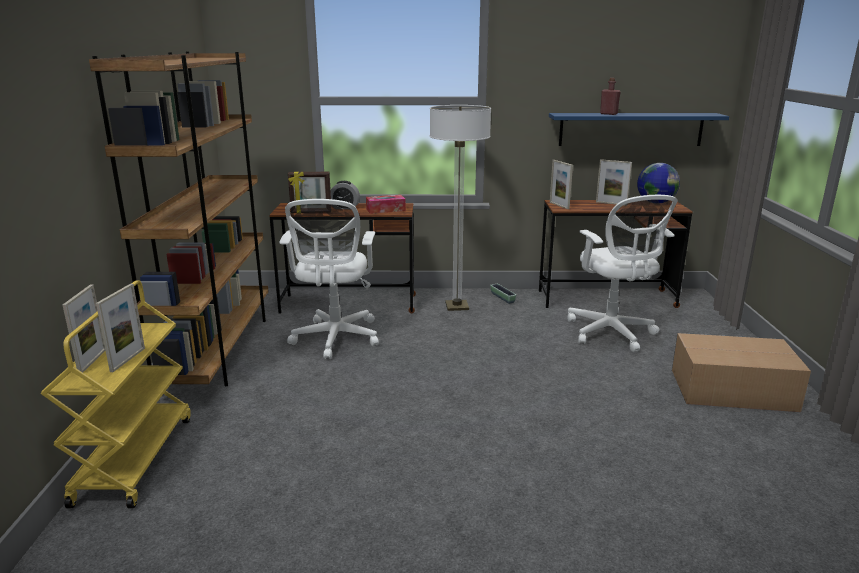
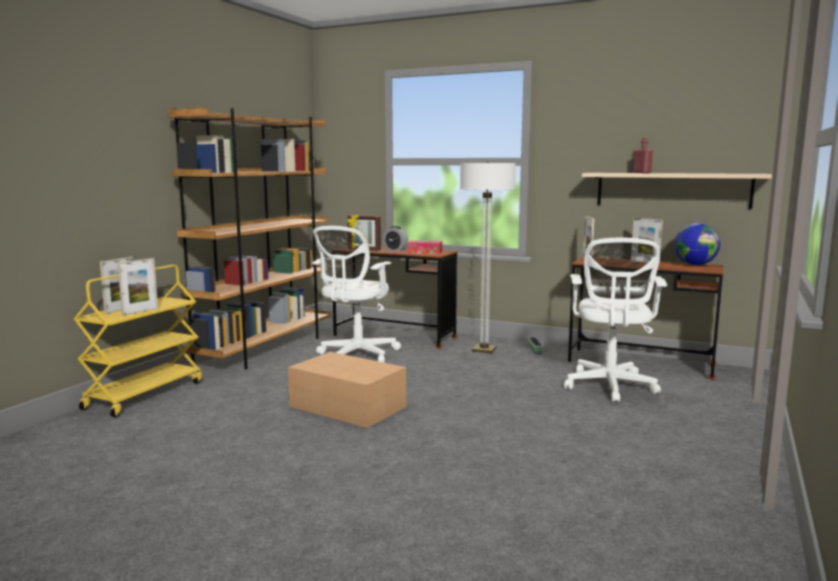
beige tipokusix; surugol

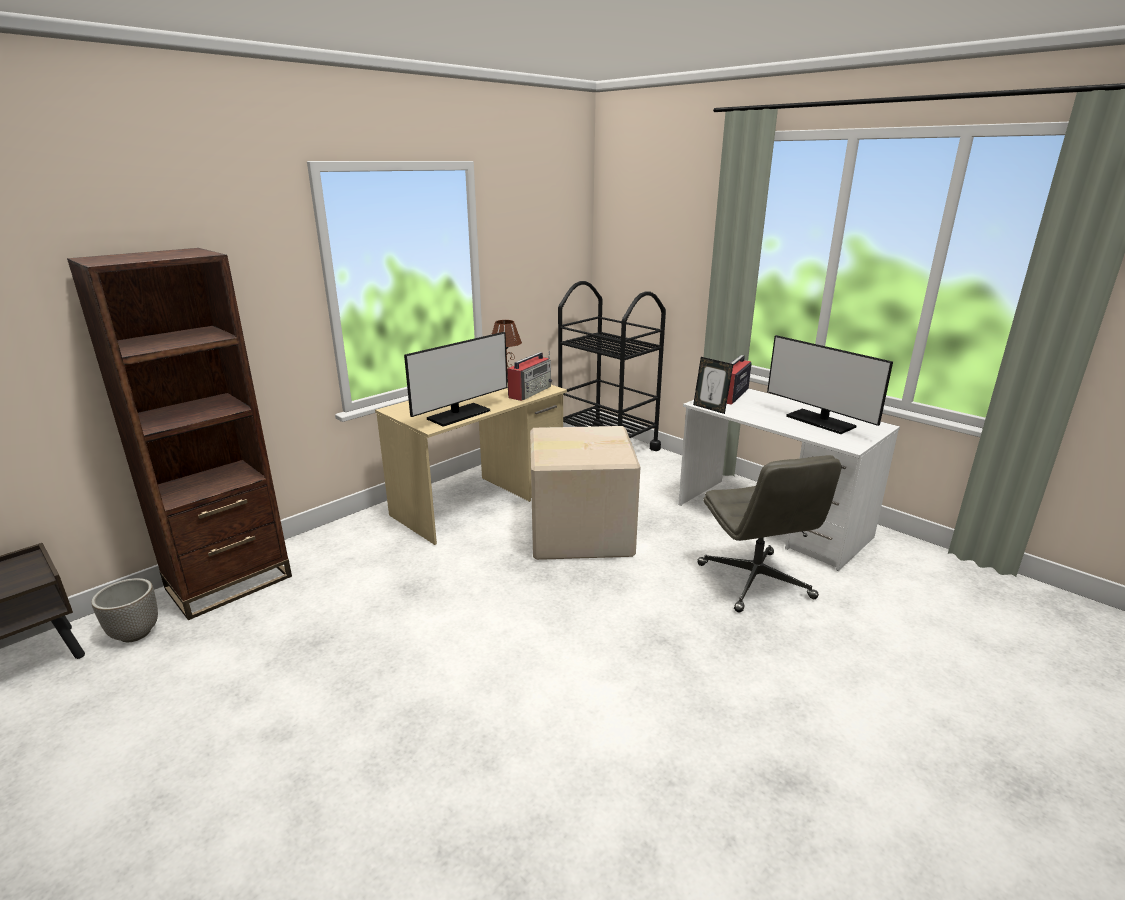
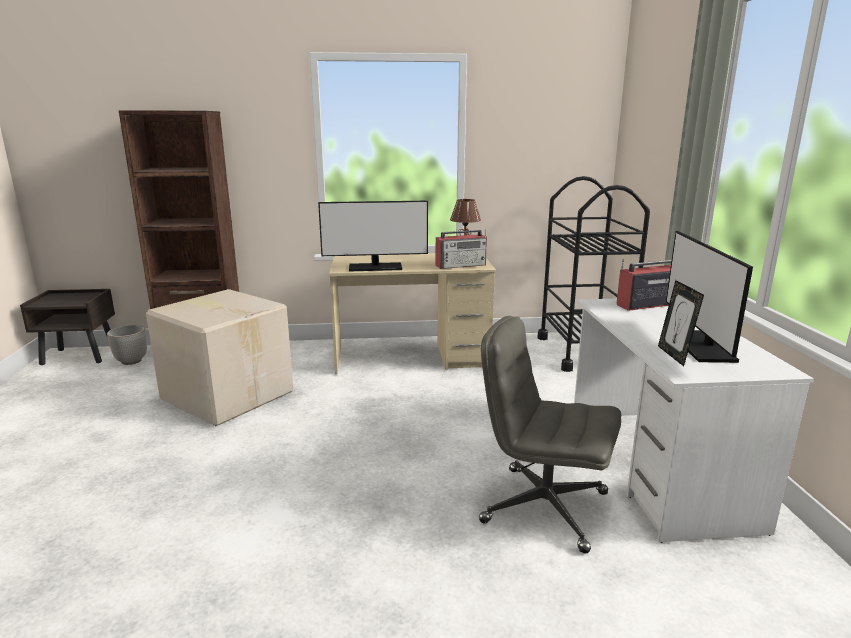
surugol; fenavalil; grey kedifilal

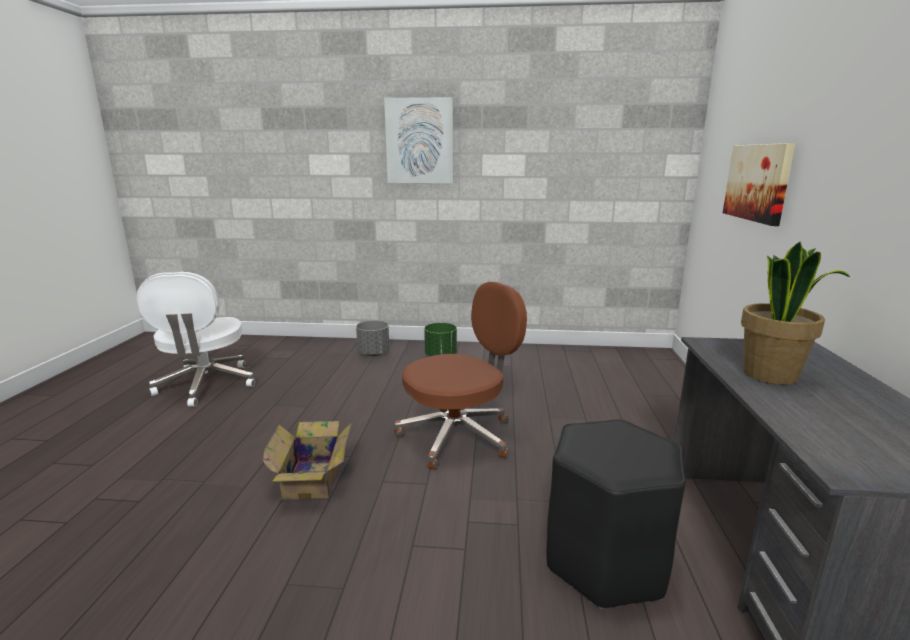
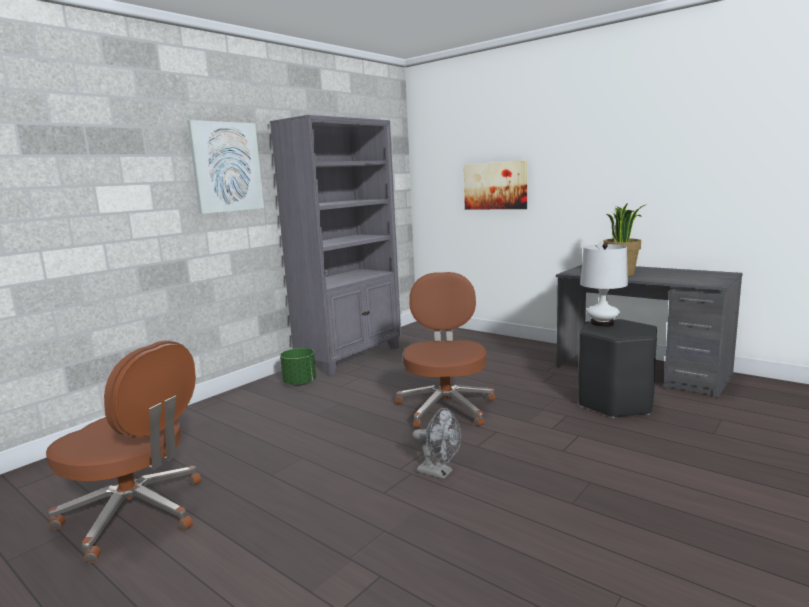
brown kedifilal (1st from left); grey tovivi; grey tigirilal; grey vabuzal; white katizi

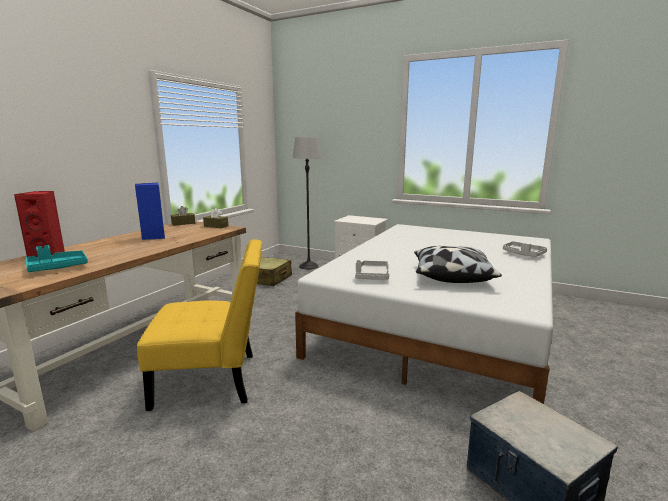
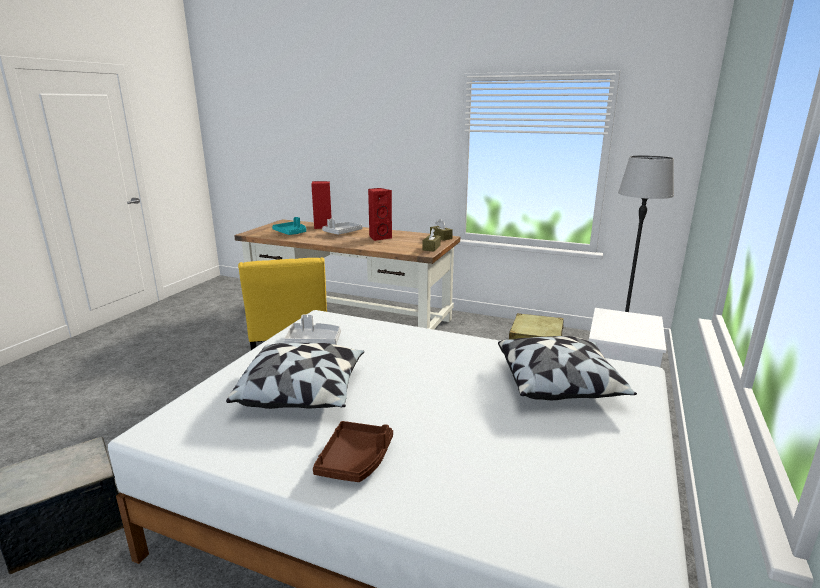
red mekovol (2nd from left); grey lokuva (2nd from left); brown lokuva; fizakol (2nd from left)

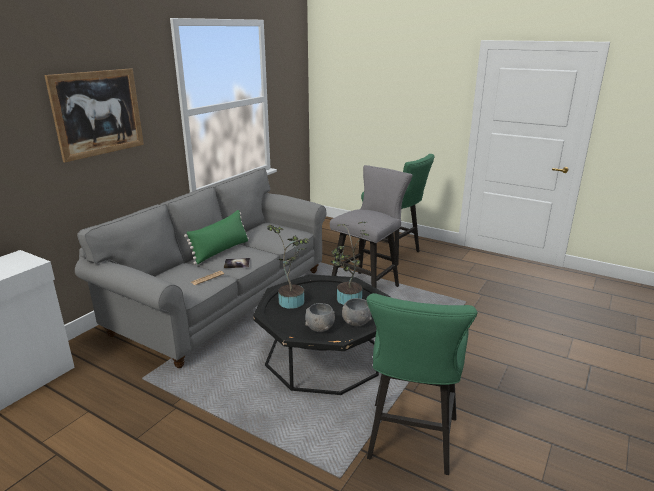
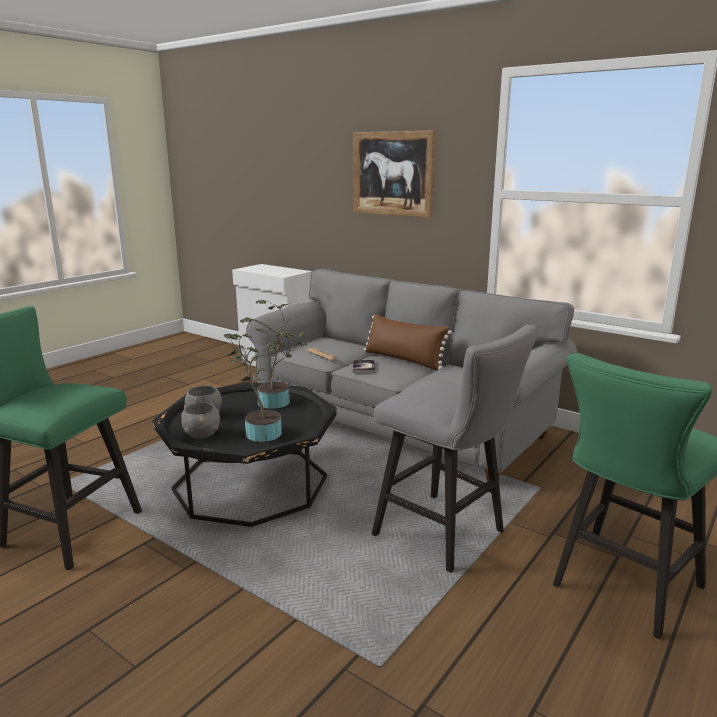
brown fizakol

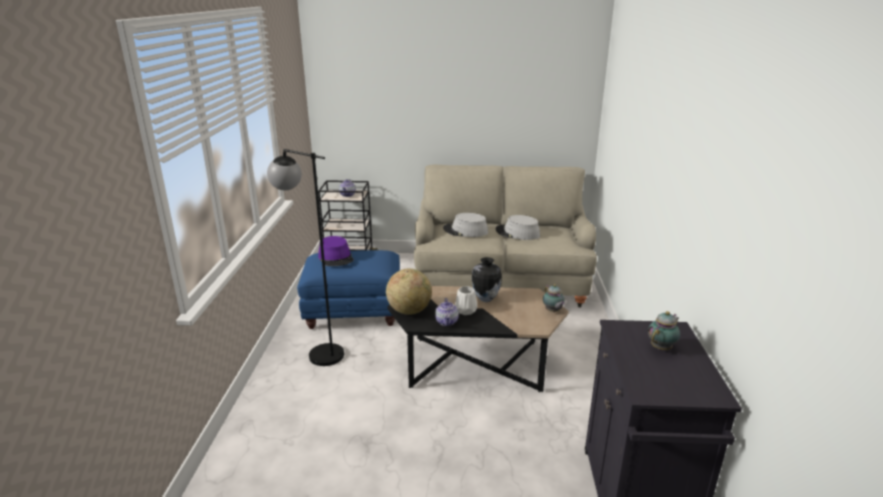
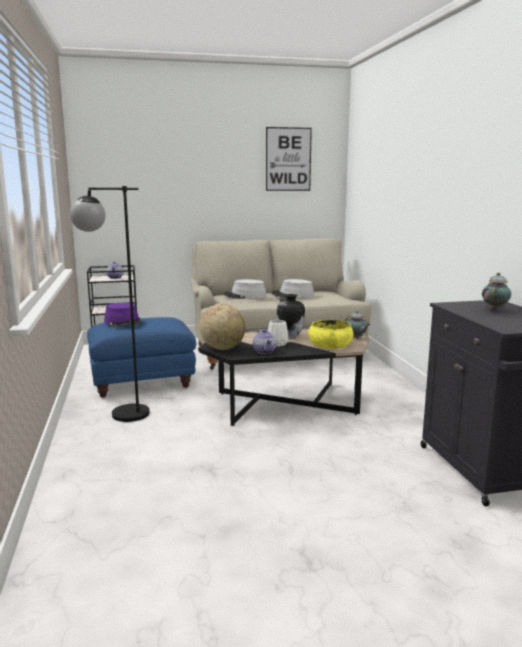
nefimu; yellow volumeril

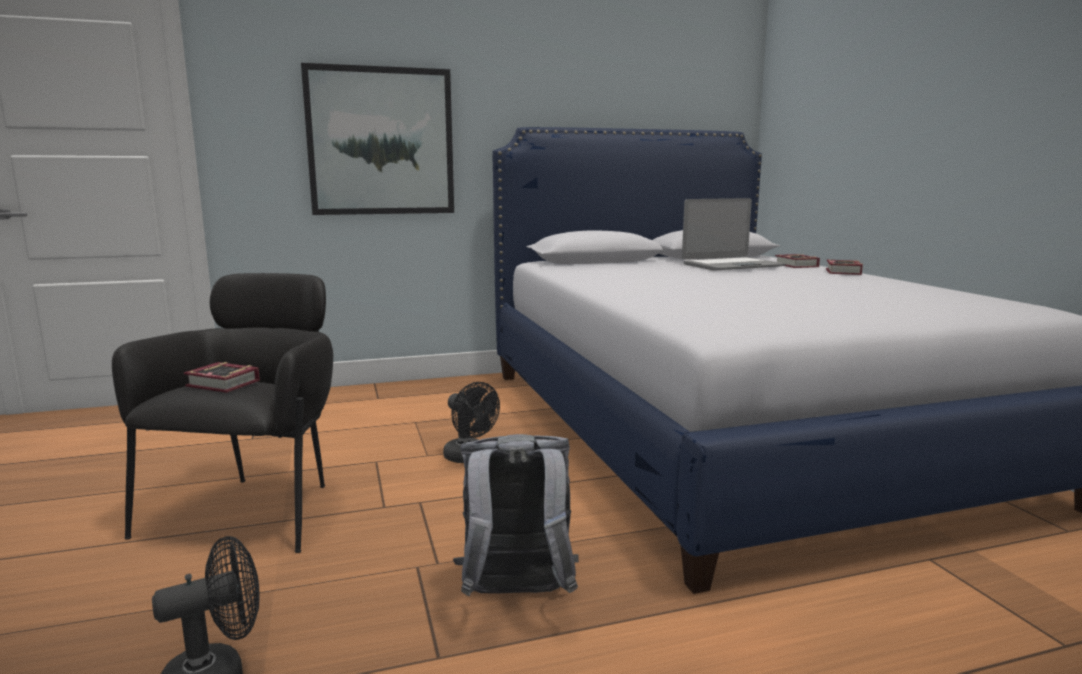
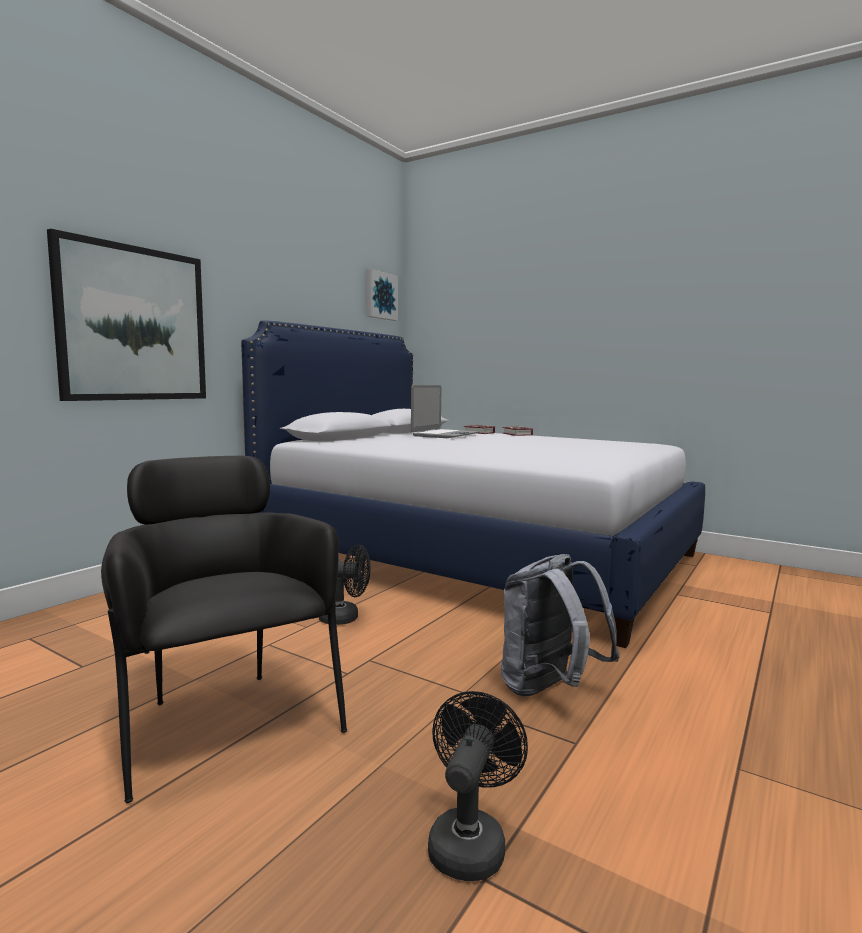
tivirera (1st from left in the first image); nefimu (2nd from left)

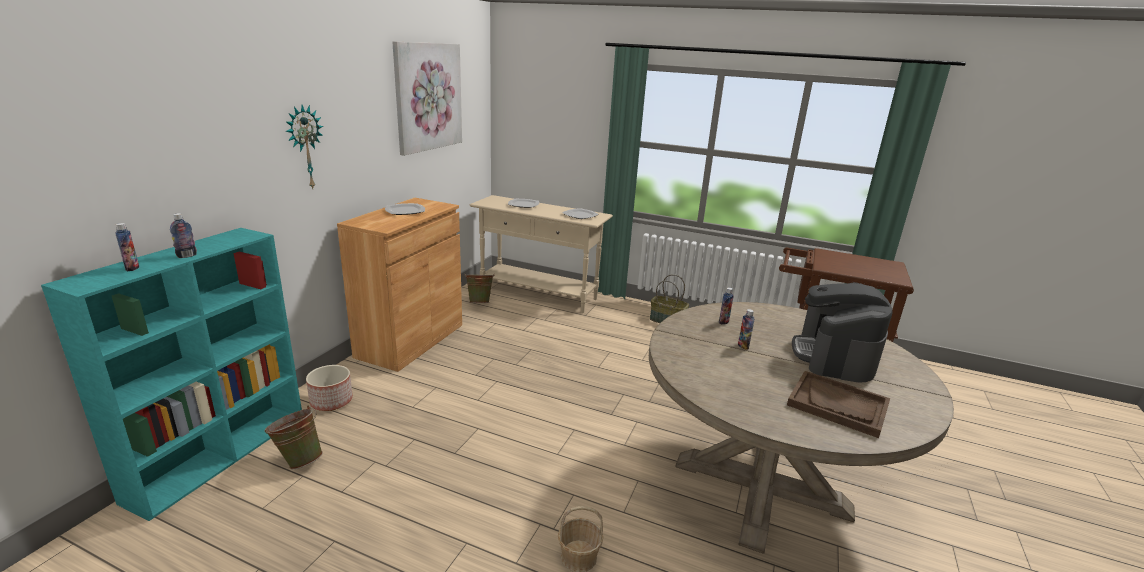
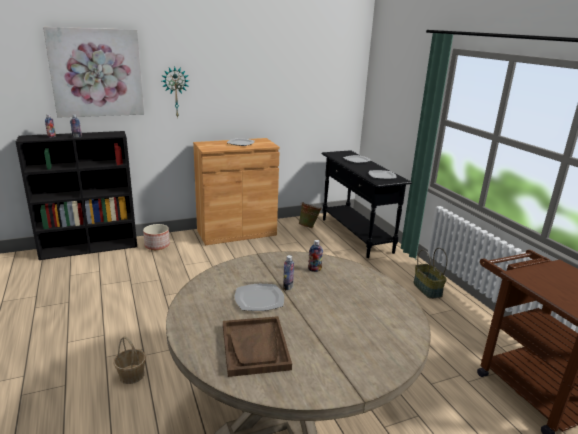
black vabuzal; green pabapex (1st from left in the first image); nefimu; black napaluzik; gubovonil; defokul (2nd from left)

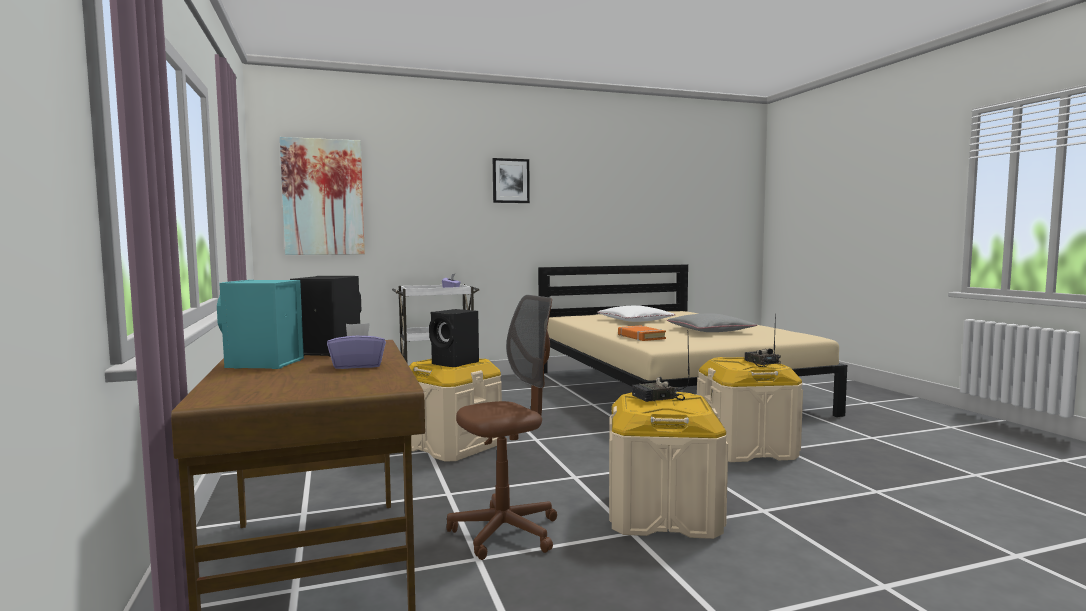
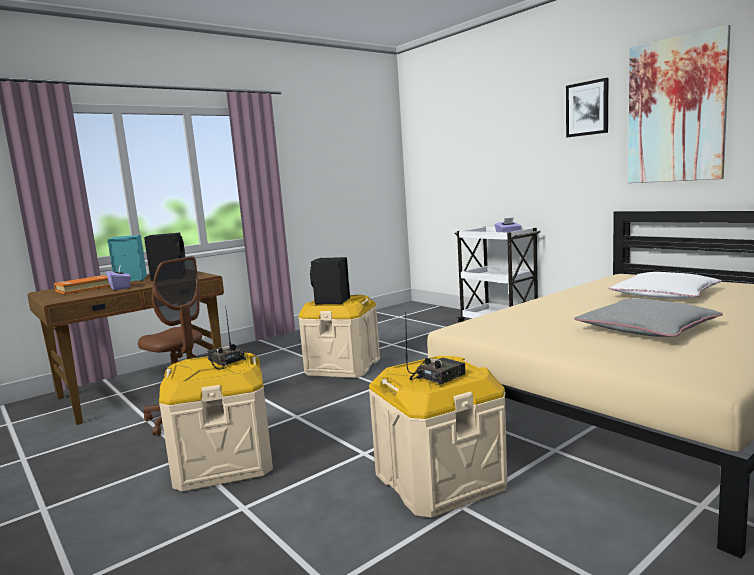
nefimu (2nd from left); orange tivirera

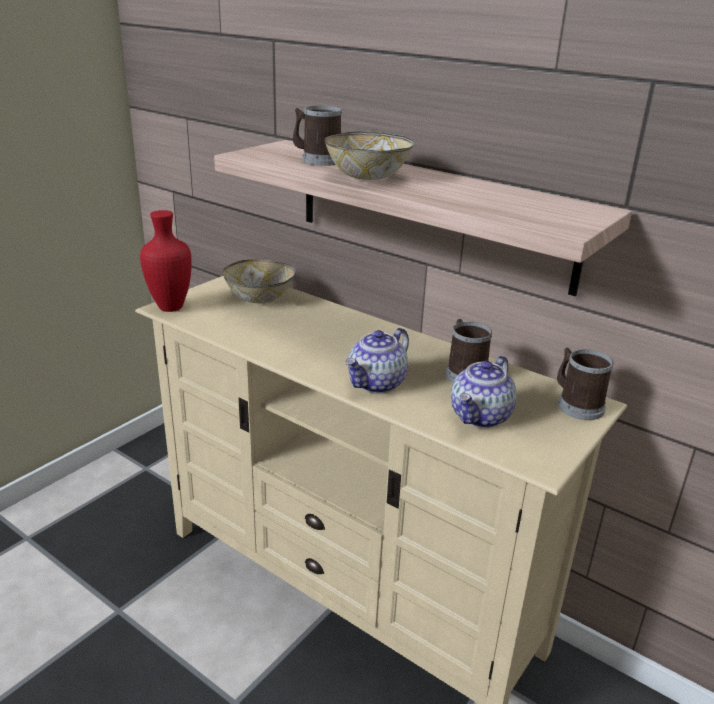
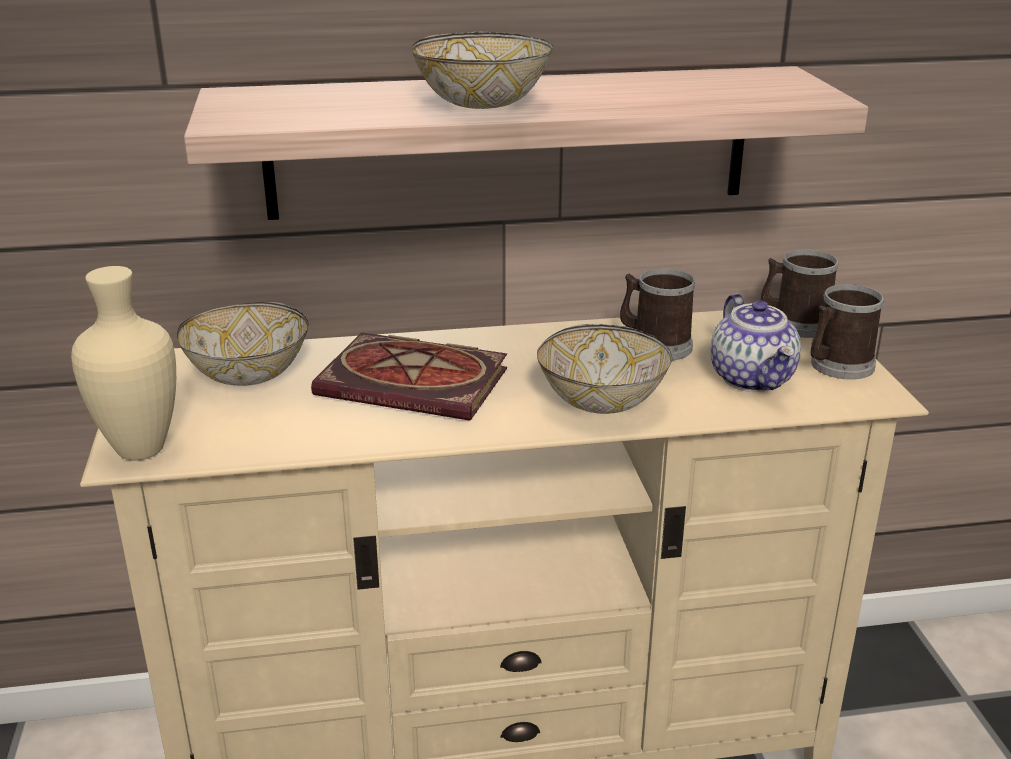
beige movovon; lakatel (3rd from left); volumeril (3rd from left); tivirera

